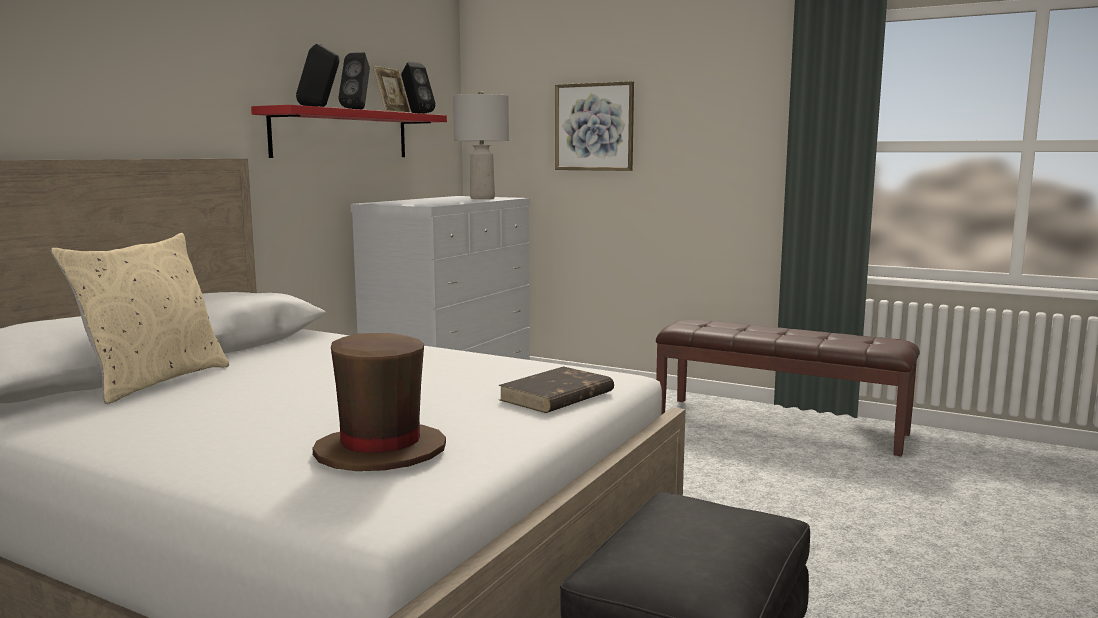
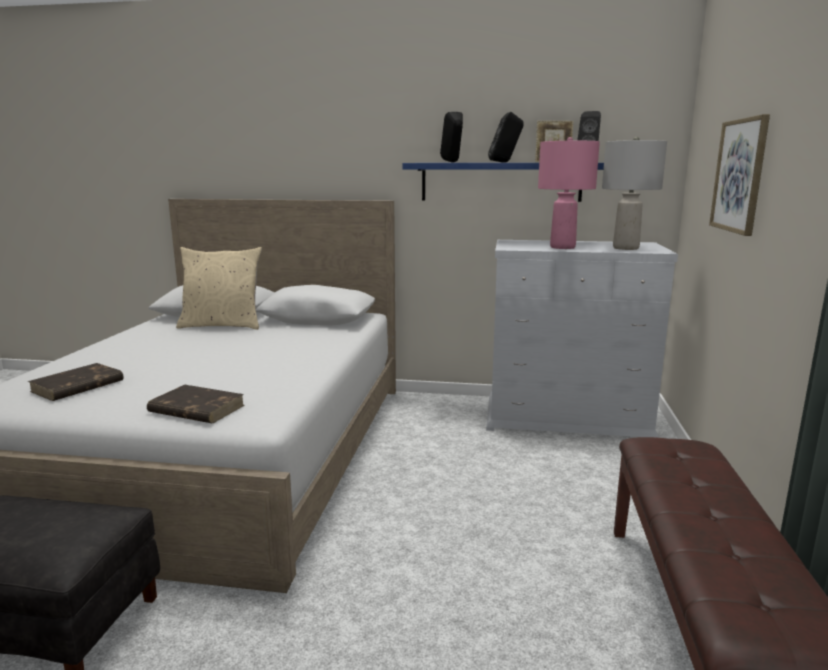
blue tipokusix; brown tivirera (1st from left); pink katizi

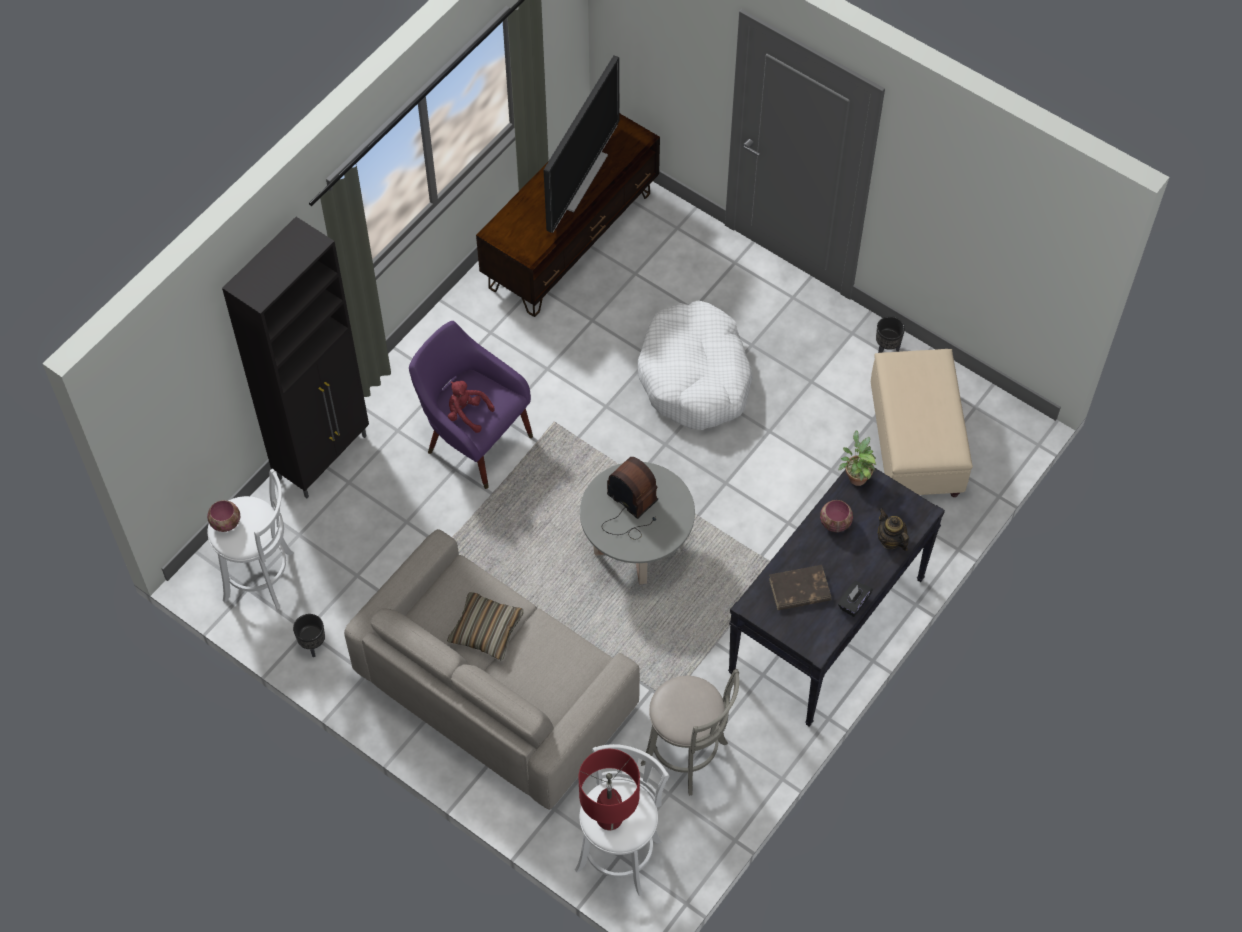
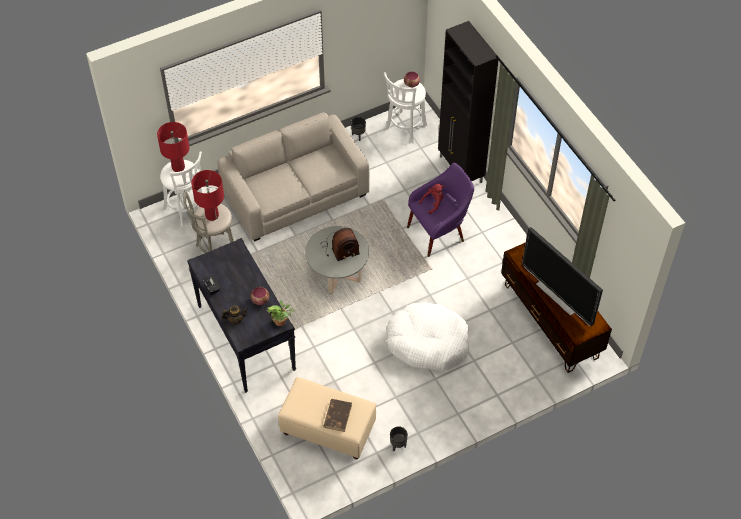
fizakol; brown tivirera; red katizi (2nd from left)

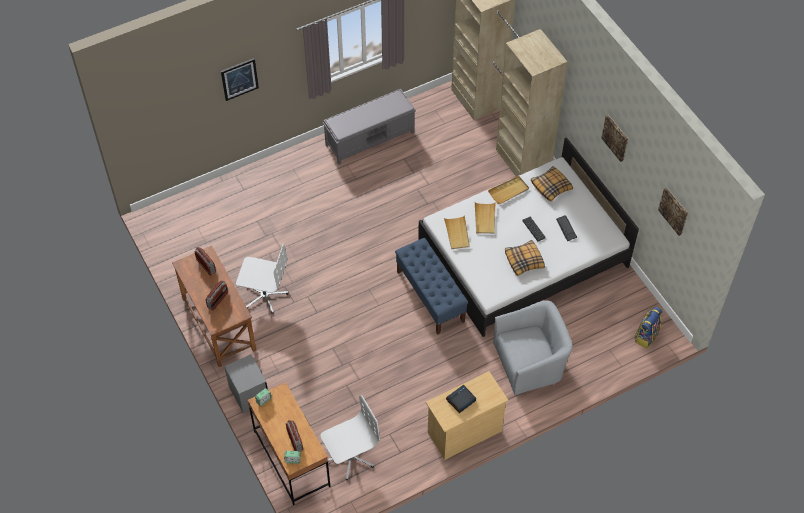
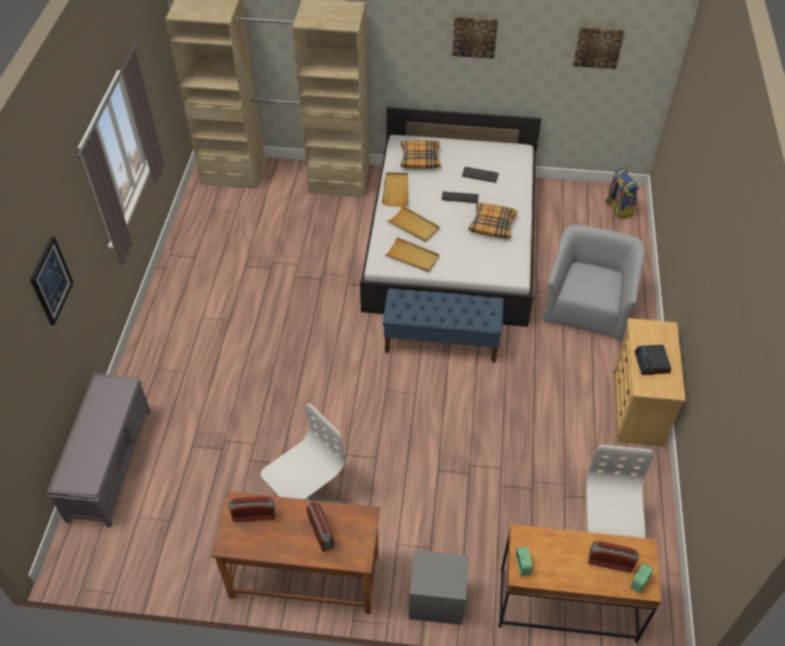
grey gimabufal

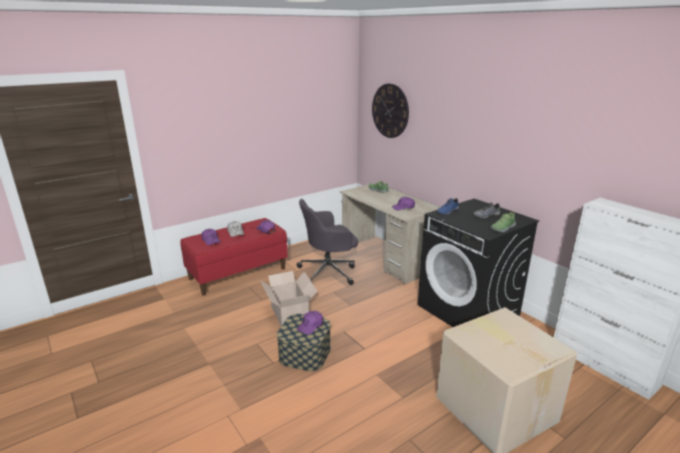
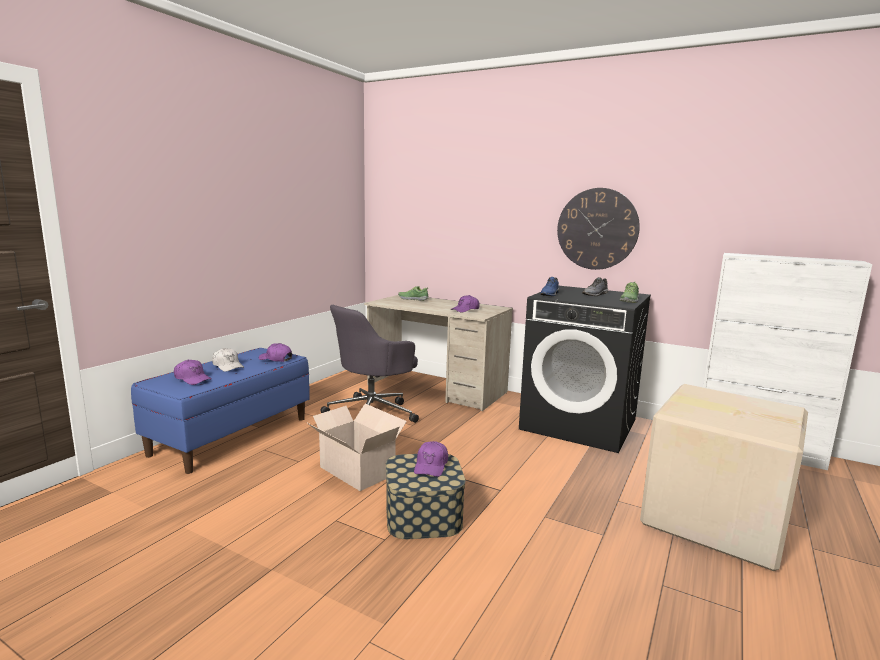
blue gimabufal; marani

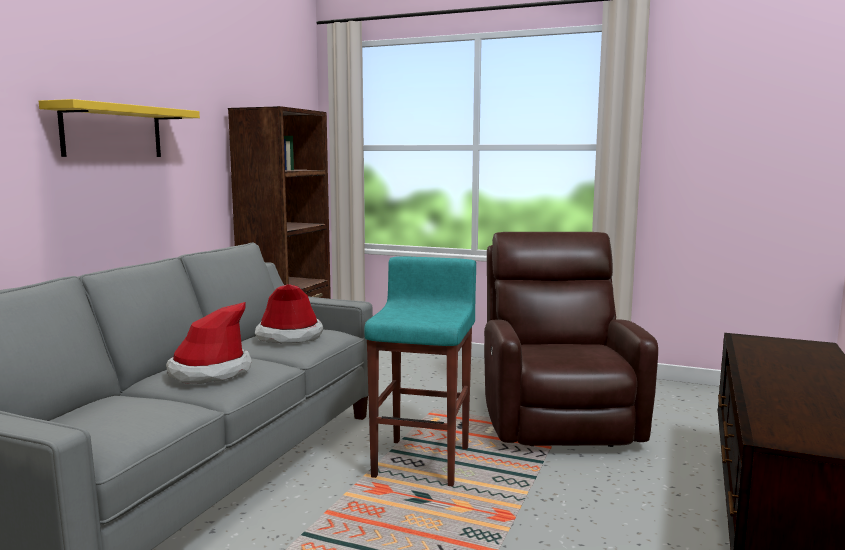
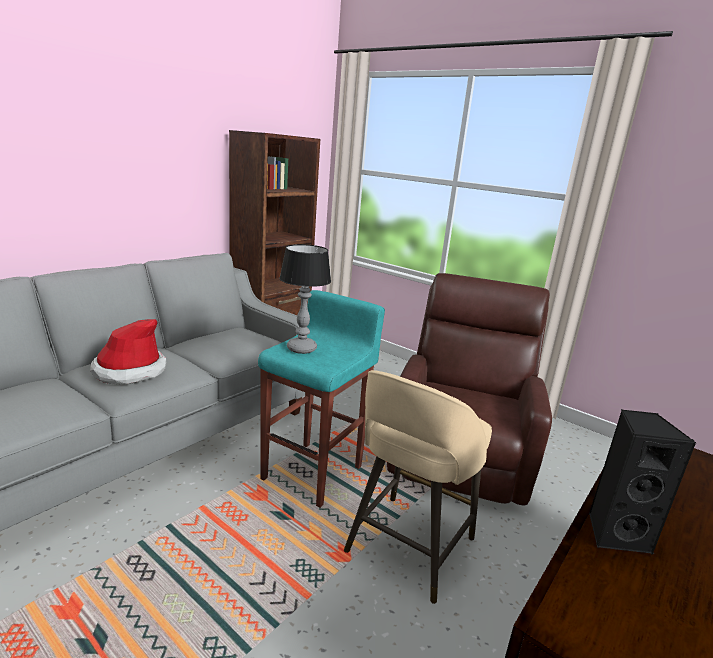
yellow tipokusix; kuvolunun (2nd from left in the first image); katizi; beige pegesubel; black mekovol

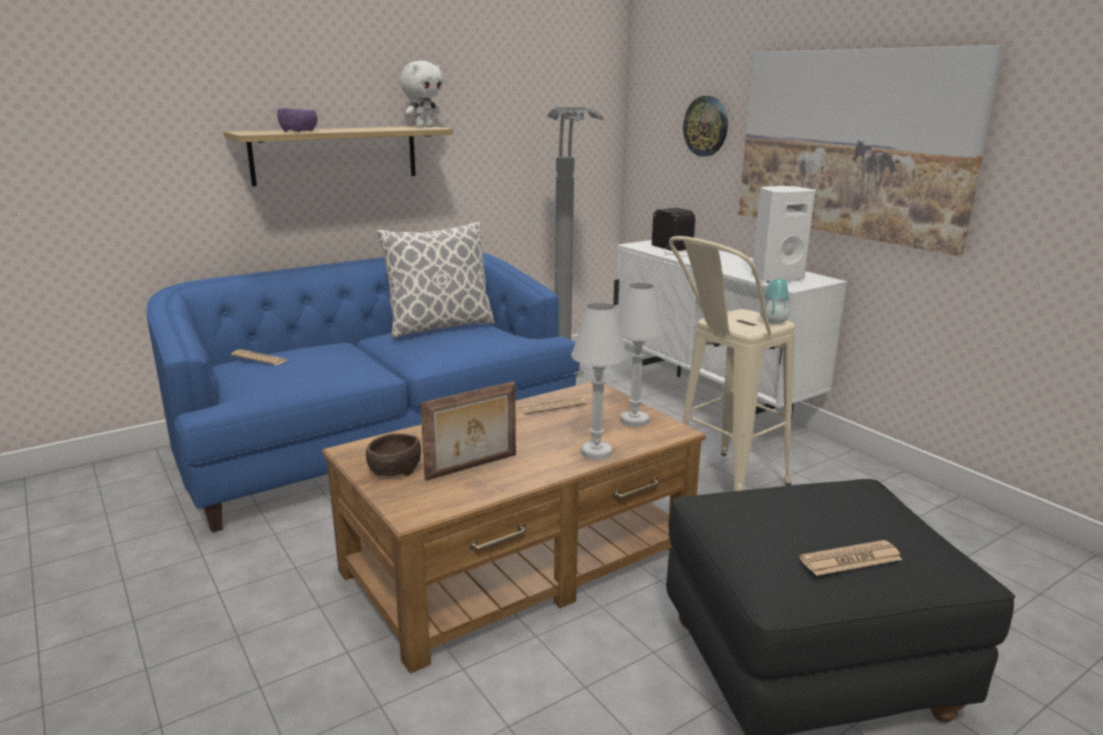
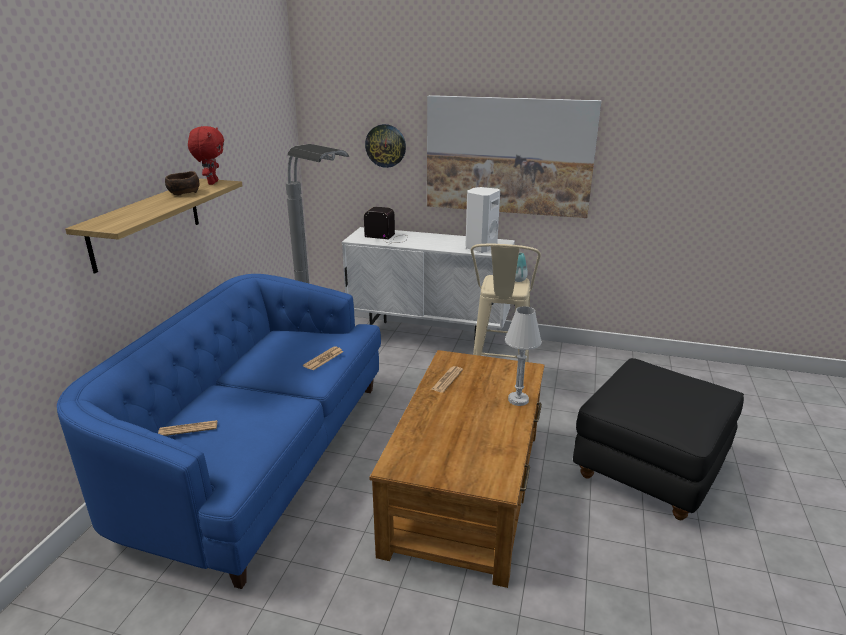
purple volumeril; brown volumeril; fizakol; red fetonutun; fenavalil; white katizi (2nd from left in the first image); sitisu (2nd from left)

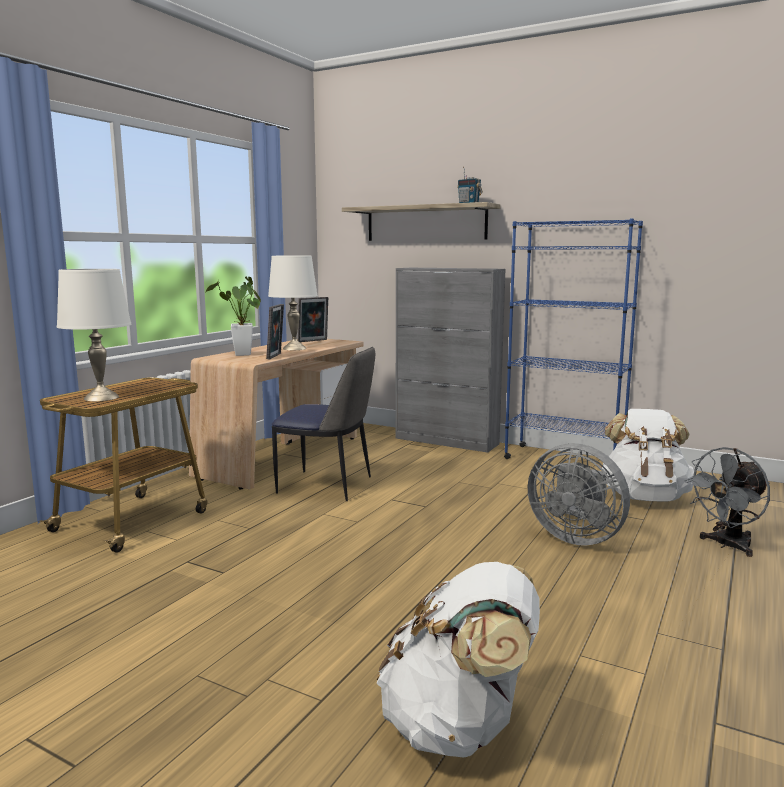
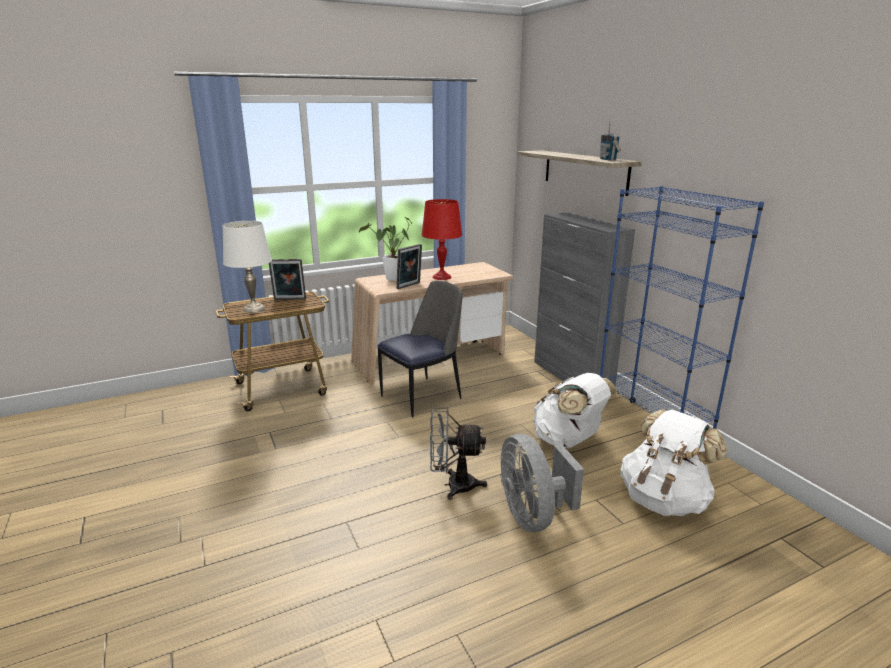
red katizi; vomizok; fenavalil (1st from left); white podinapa (1st from left); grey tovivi (1st from left)

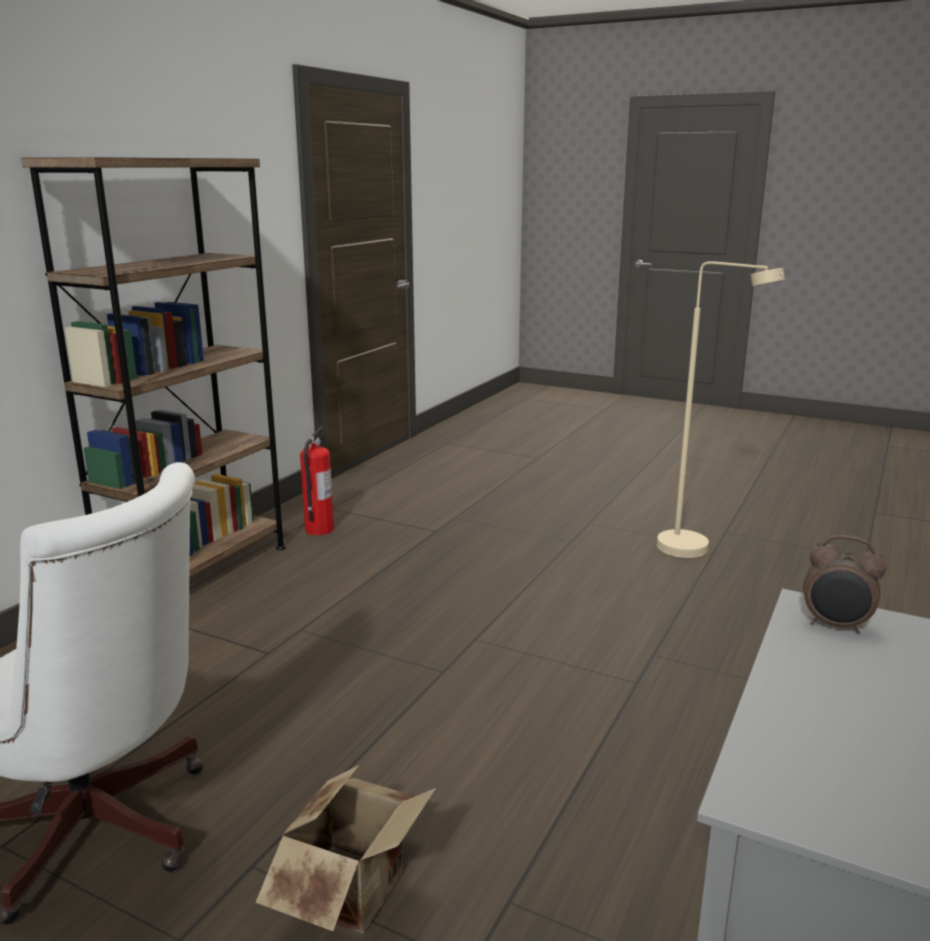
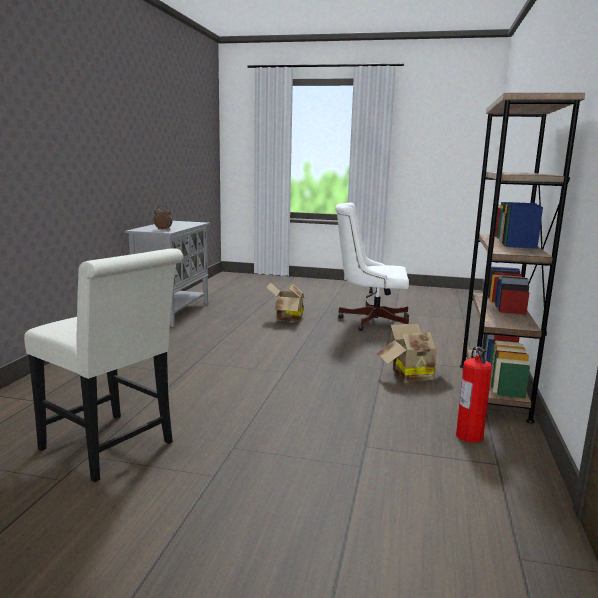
white vomizok; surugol (2nd from left)

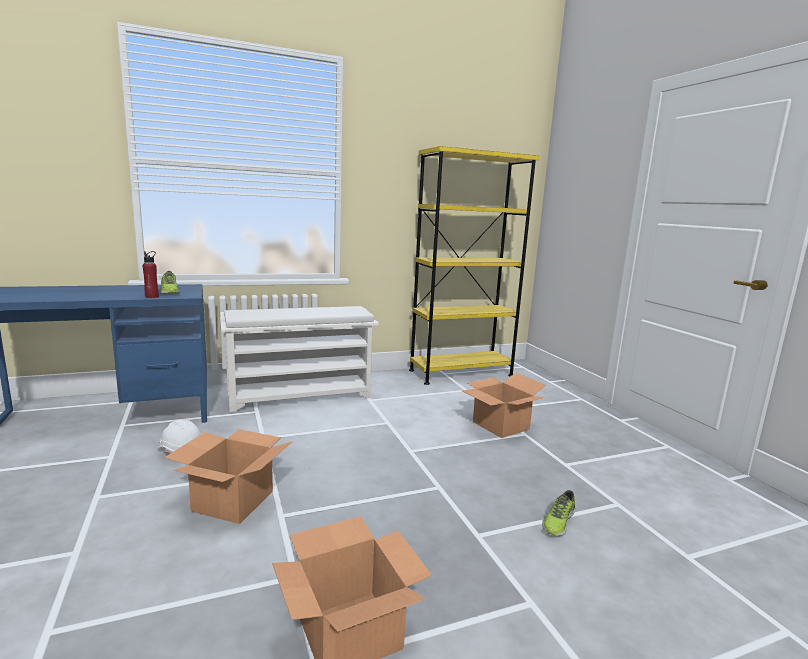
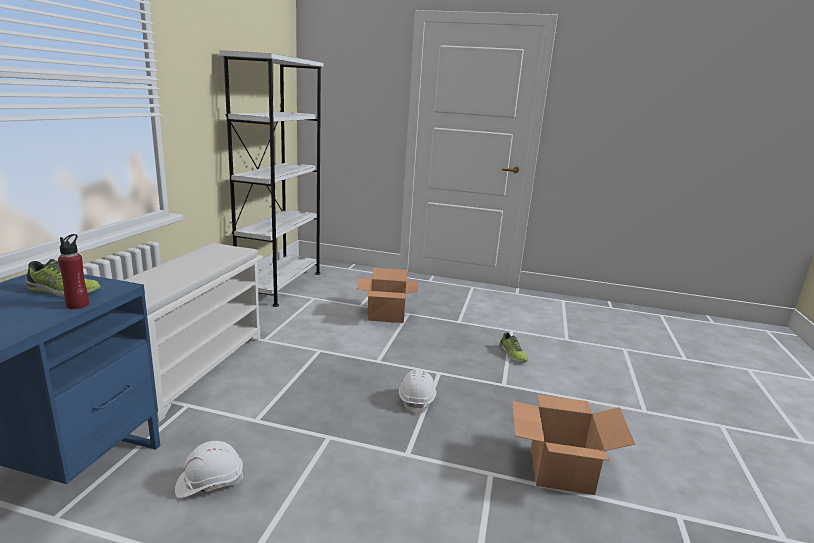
surugol (1st from left in the first image); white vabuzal; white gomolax (2nd from left)

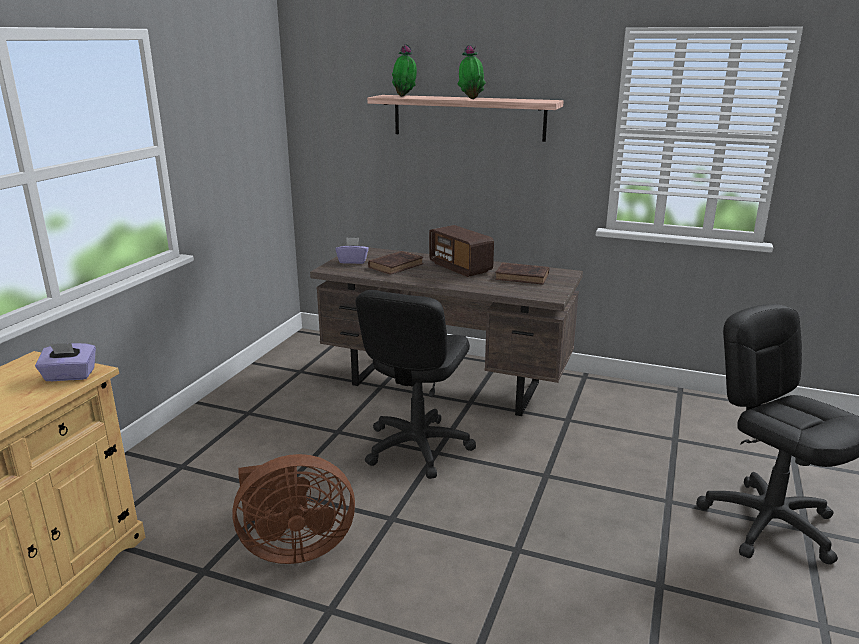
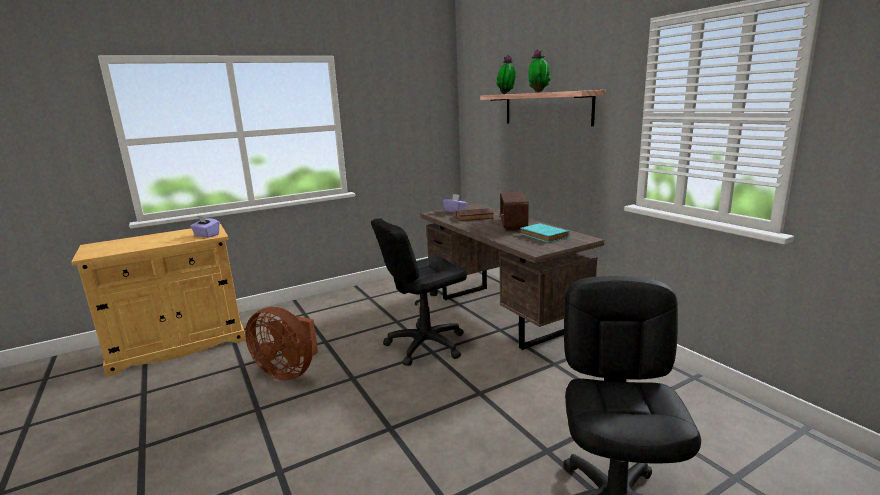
turquoise tivirera

